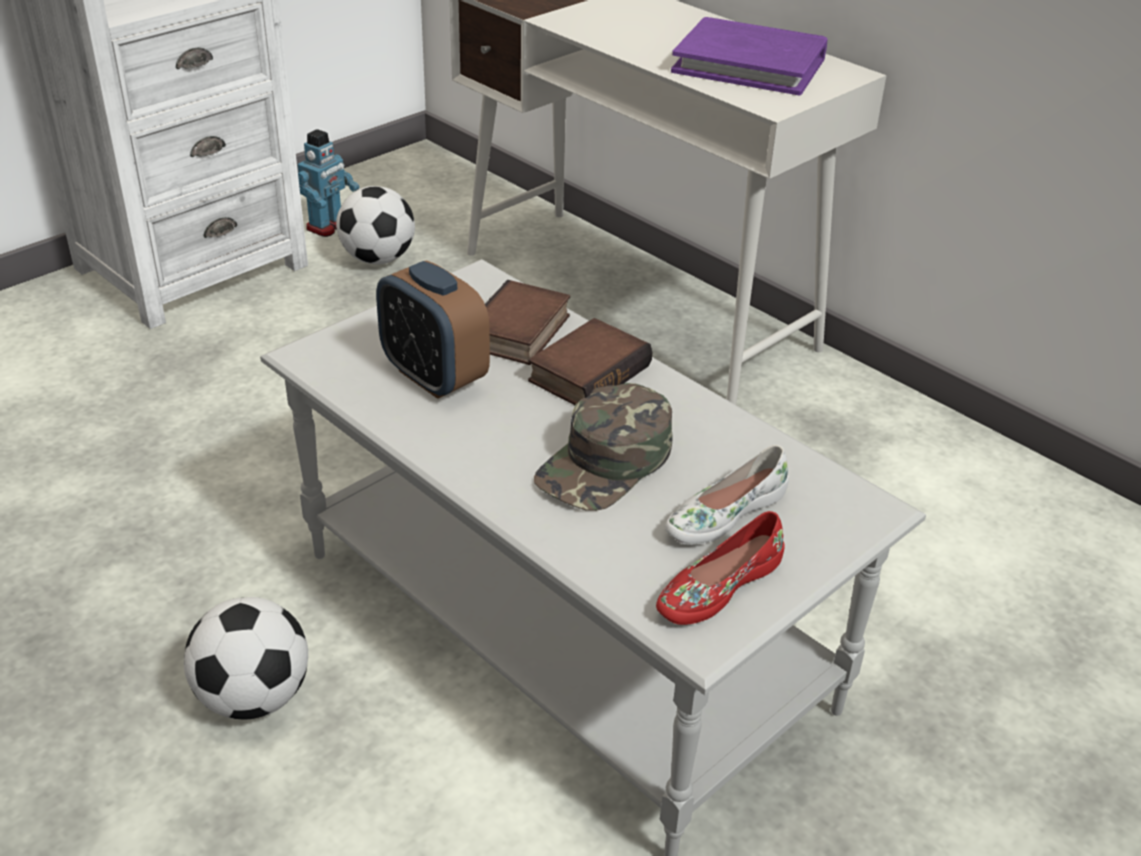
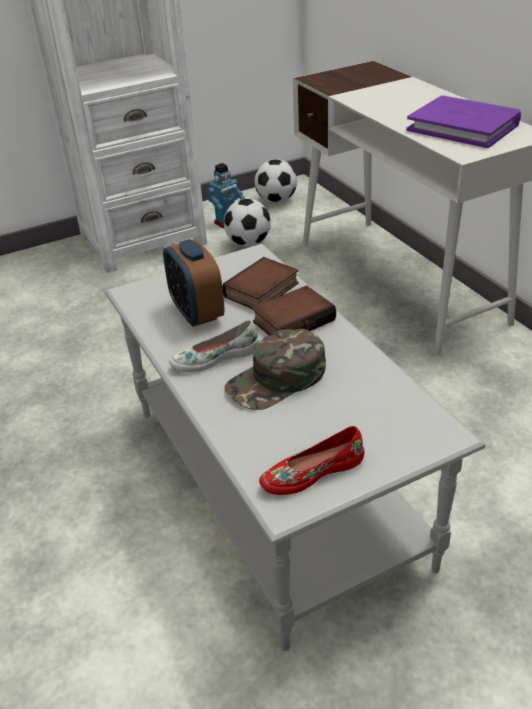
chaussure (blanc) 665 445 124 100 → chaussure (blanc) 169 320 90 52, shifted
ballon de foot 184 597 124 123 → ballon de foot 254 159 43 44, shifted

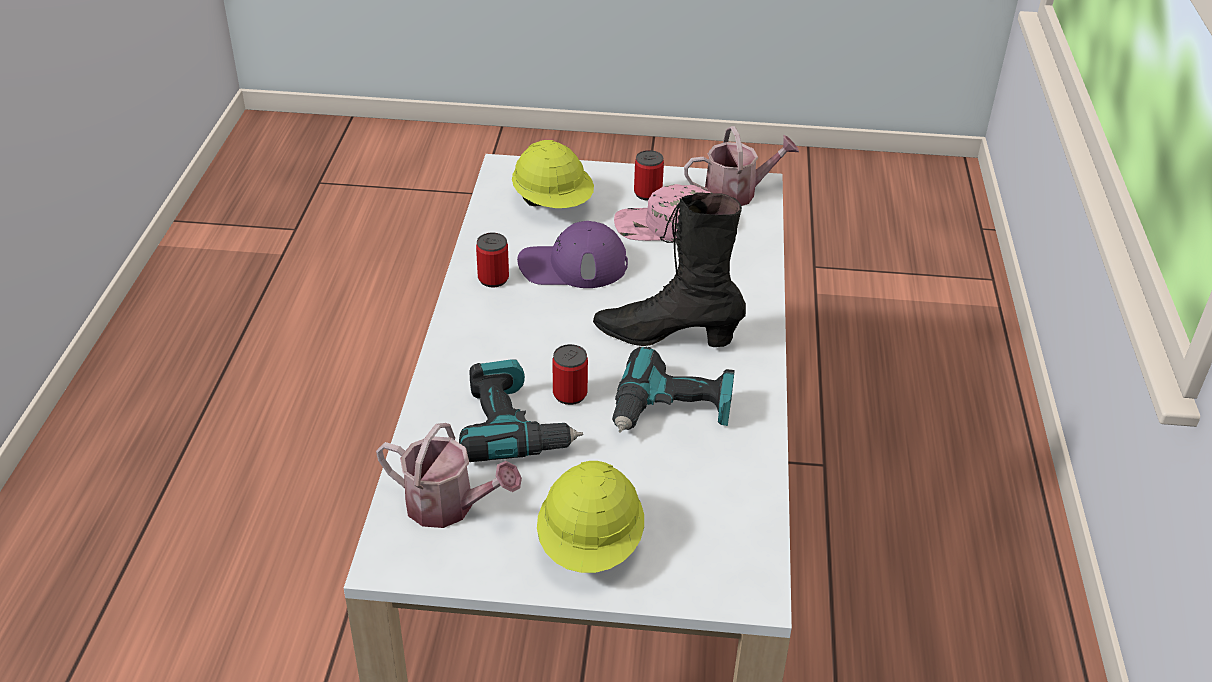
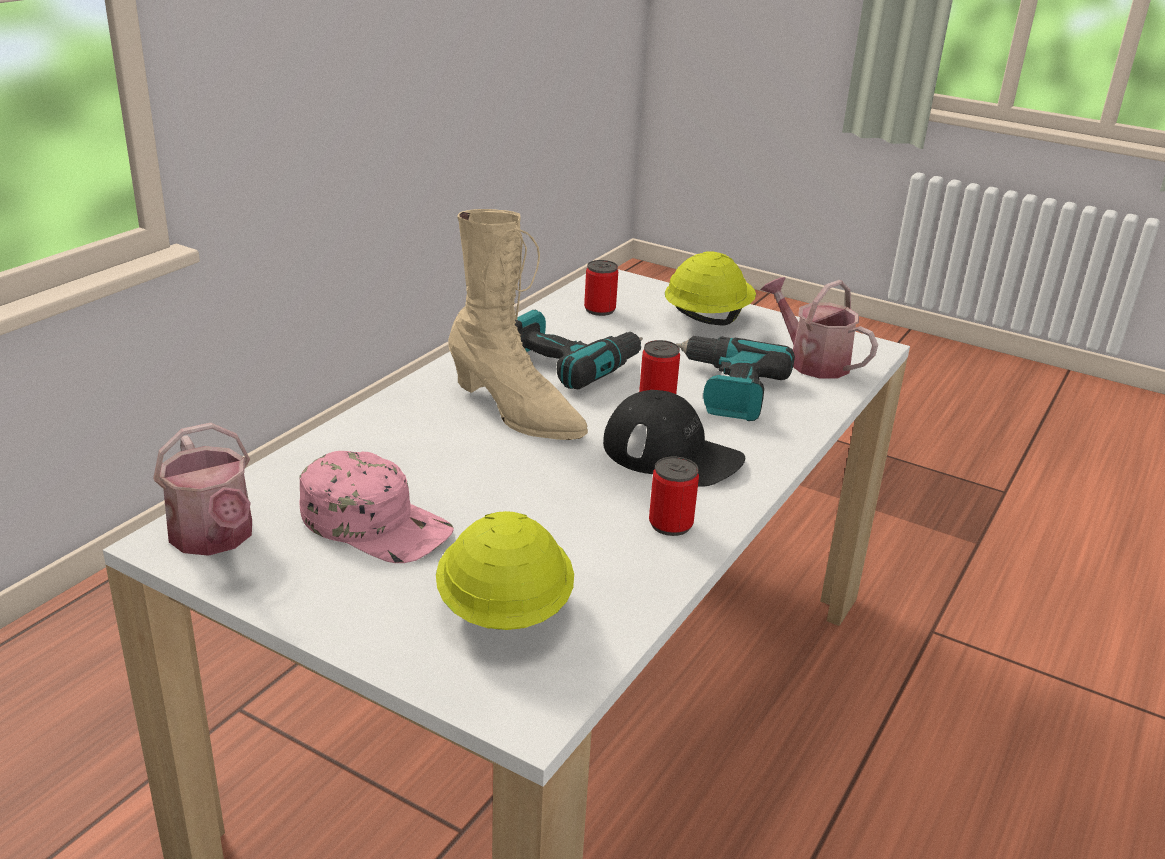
arrosoir 684 126 115 80 → arrosoir 153 423 99 133, 135 degrees counterclockwise
botte (noir) 593 193 153 154 → botte (beige) 448 209 140 231
boîte métallique 634 150 30 51 → boîte métallique 584 260 34 56, shifted
- → casquette (noir) 603 390 142 97
casquette (violet) 517 221 111 67 → -

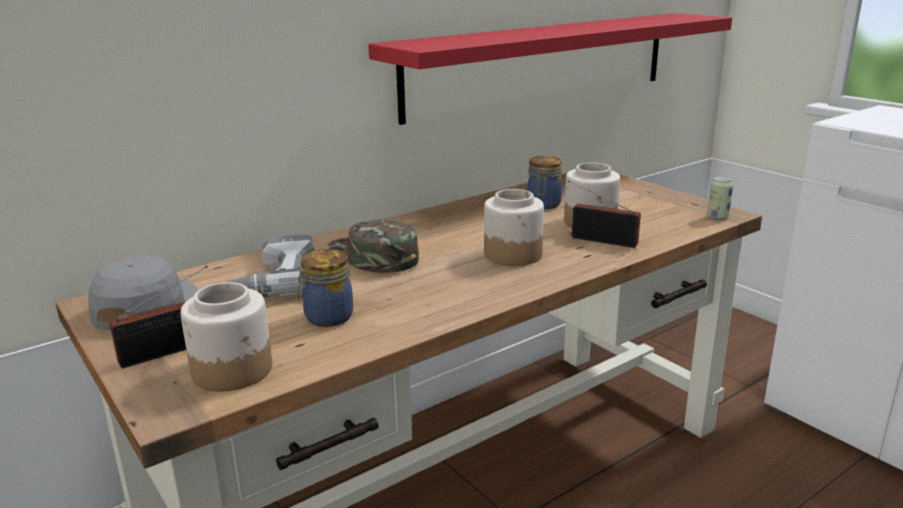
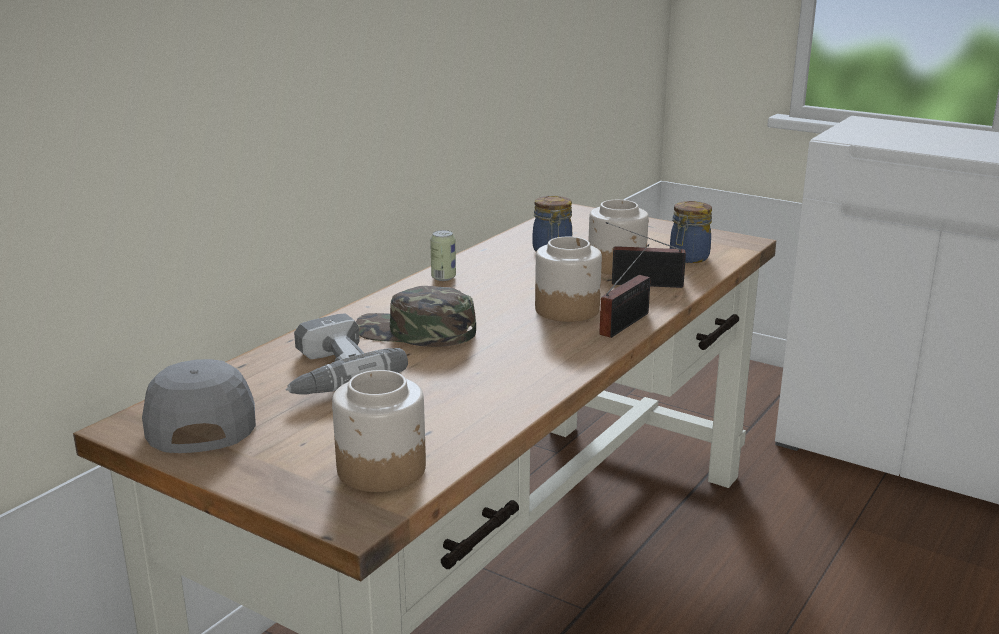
boîte métallique 707 176 26 44 → boîte métallique 430 230 26 51, shifted
radio 110 266 98 102 → radio 599 244 52 94, shifted
bocal 296 249 57 78 → bocal 670 201 42 62, shifted
étagère (rouge) 368 13 364 112 → -

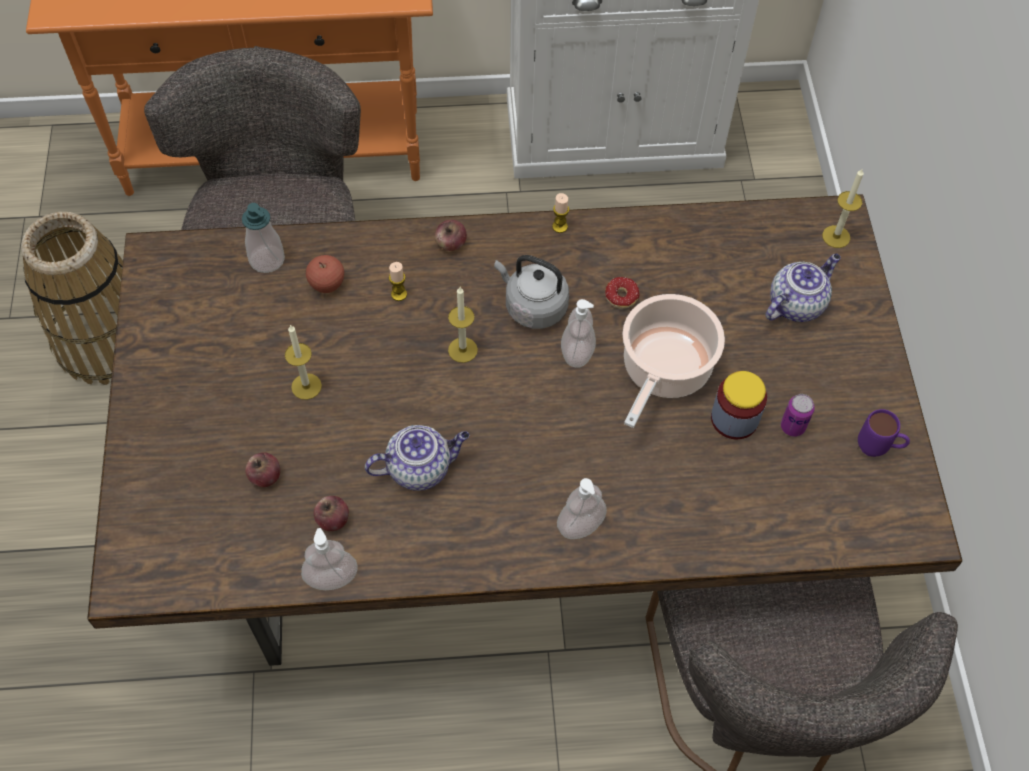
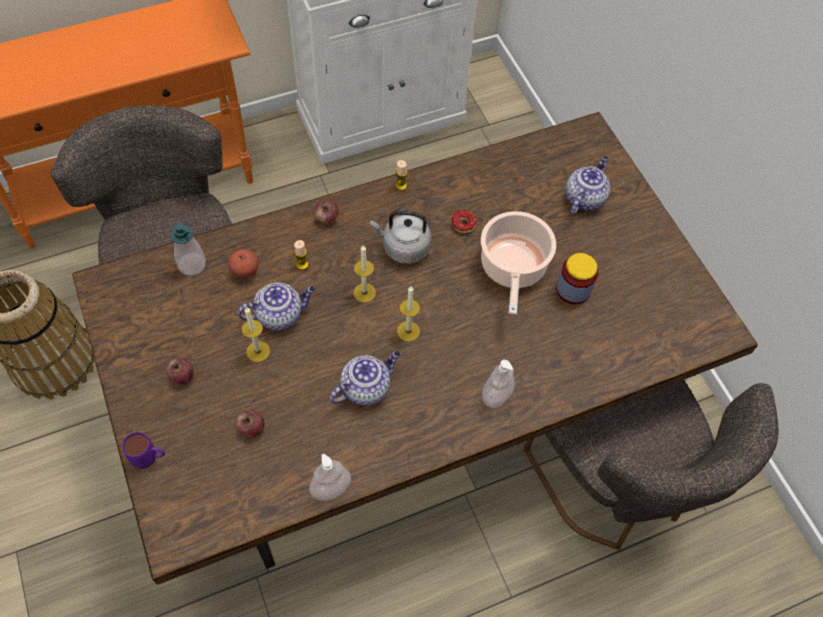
mug (violet) 858 409 52 48 → mug (violet) 122 432 43 37, shifted
pomme 314 496 35 35 → pomme 166 358 27 26, shifted
- → théière 238 283 77 48
bougie 822 168 42 80 → bougie 397 286 23 56, shifted
distributeur de savon 561 299 35 68 → -
boîte métallique 781 394 34 43 → -

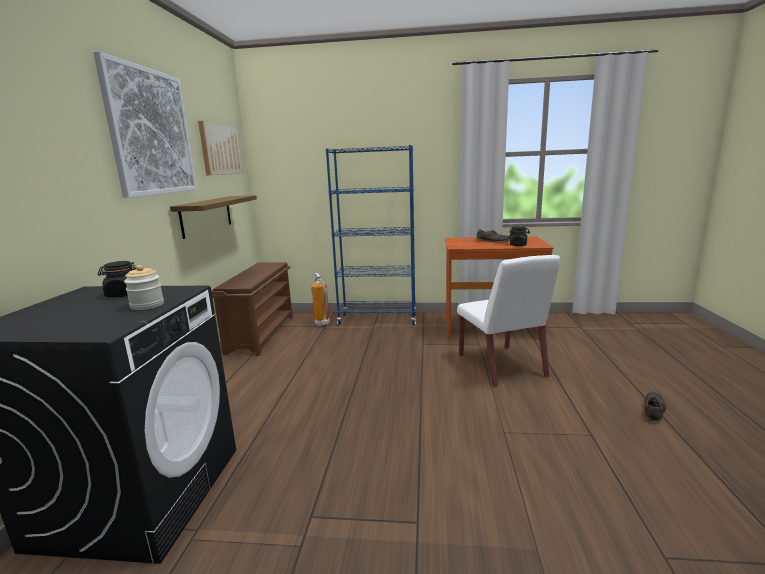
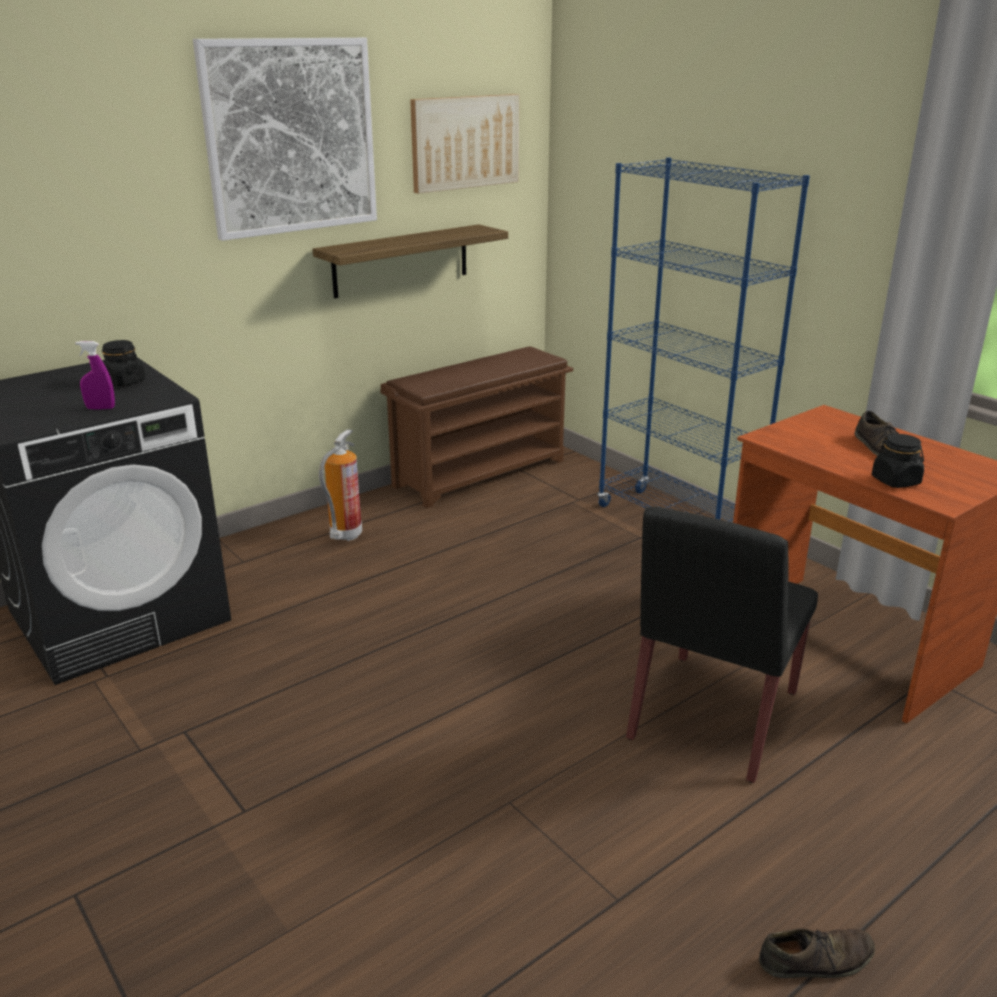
bocal 124 265 40 45 → vaporisateur (violet) 76 341 39 69
extincteur 311 273 19 53 → extincteur 319 429 43 112, shifted
chaise (blanc) 457 255 103 133 → chaise (noir) 626 507 192 276

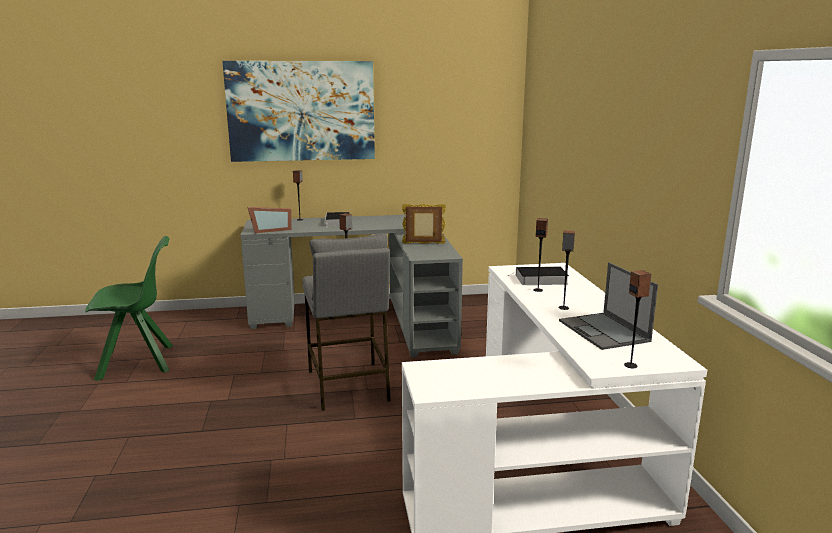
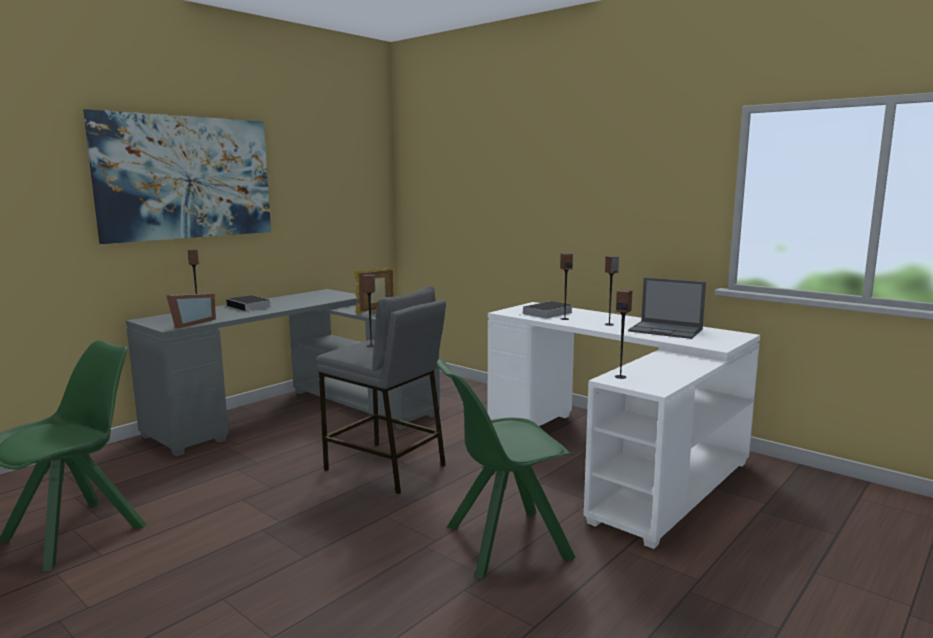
- → chaise (vert) 436 359 140 220
enceinte 624 270 28 98 → enceinte 615 290 17 89, shifted

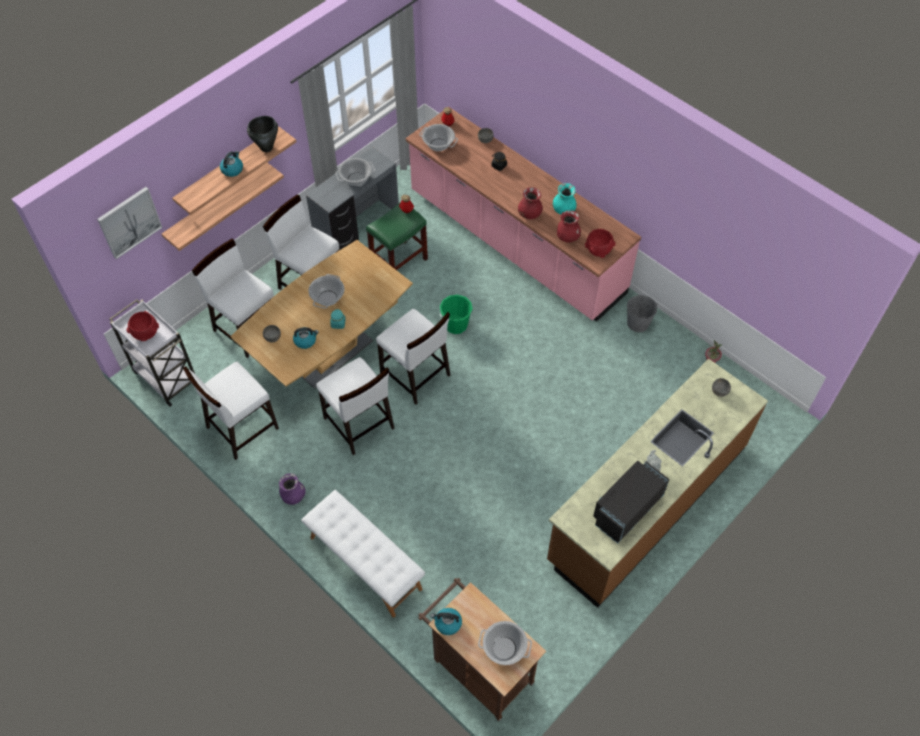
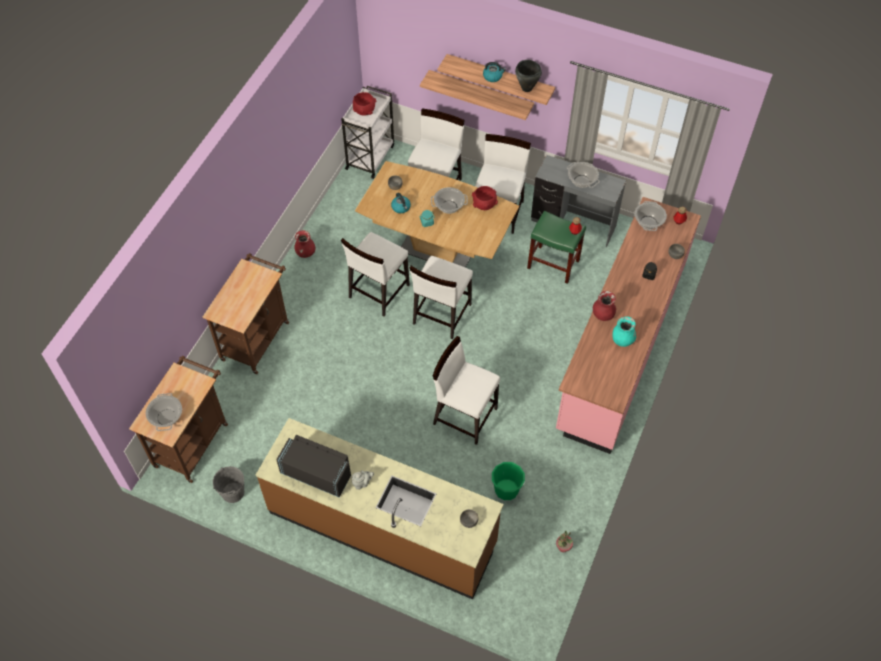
banc (blanc) 301 490 124 127 → chariot (marron) 203 253 86 121
seau (gris) 627 295 30 37 → seau (gris) 213 466 31 37, shifted
vase (rouge) 557 210 24 33 → vase (rouge) 294 230 21 28, shifted
chaise (blanc) 183 362 96 98 → chaise (blanc) 433 336 67 109, shifted
bol (rouge) 585 229 31 29 → bol (rouge) 471 186 27 24, shifted
seau (vert) 440 295 33 39 → seau (vert) 492 462 33 38, shifted
tableau 97 187 65 72 → -
vase (violet) 279 473 27 32 → -
bouilloire 431 608 31 27 → -

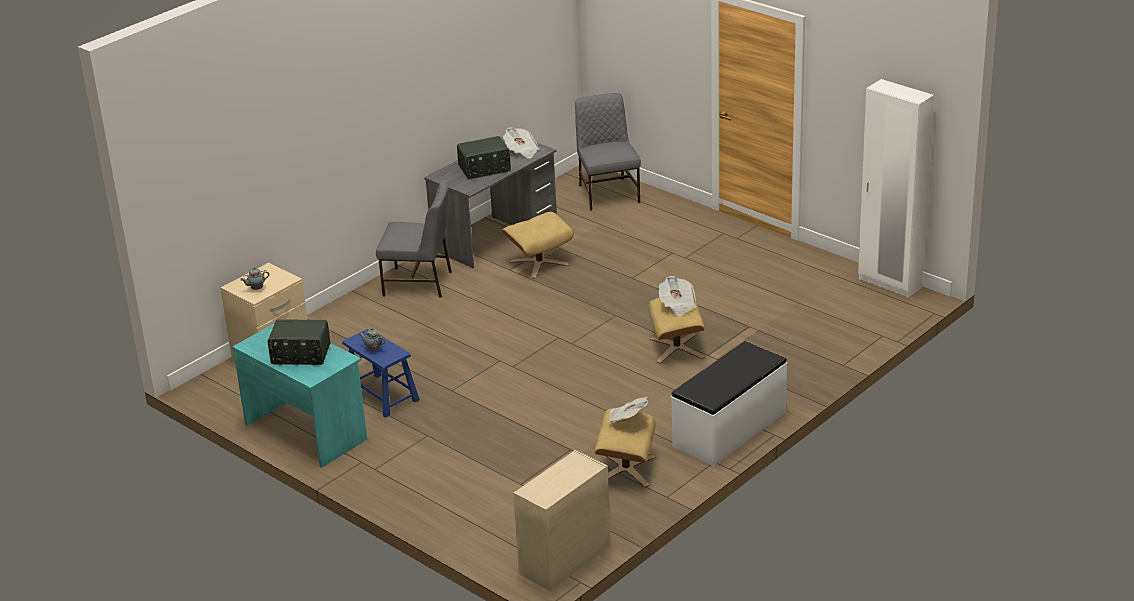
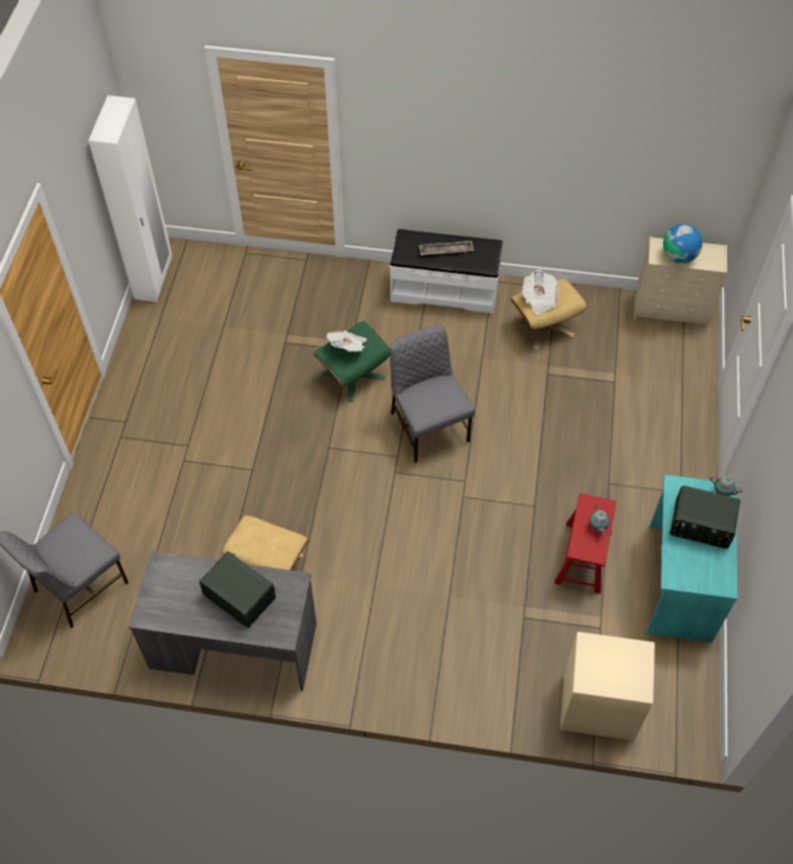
pouf (beige) 648 298 57 66 → pouf (vert) 313 321 77 81
chaise (gris) 376 183 76 115 → chaise (gris) 390 325 85 138, shifted
- → plateau 419 241 55 14
tabouret (bleu) 342 329 78 89 → tabouret (rouge) 554 494 62 100
- → globe 663 224 39 39
radio 268 319 62 46 → radio 670 486 70 63, 135 degrees clockwise
théière 240 267 29 23 → théière 710 475 33 21, shifted
journal 503 127 37 32 → -

